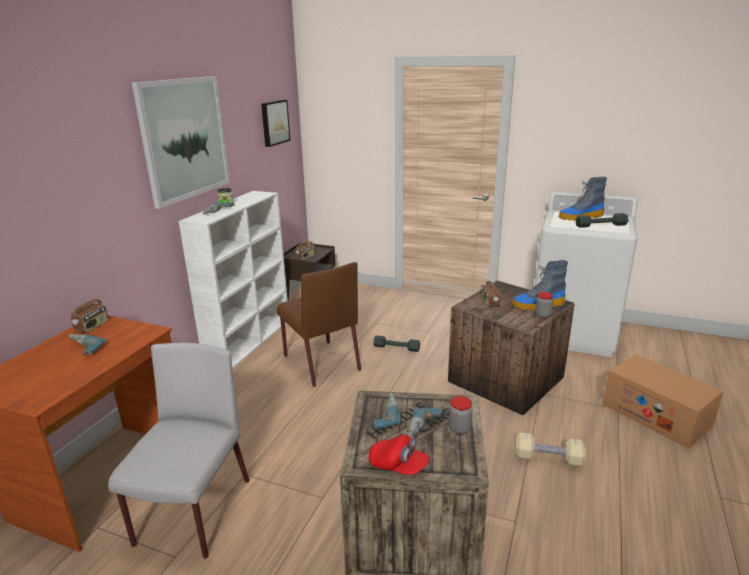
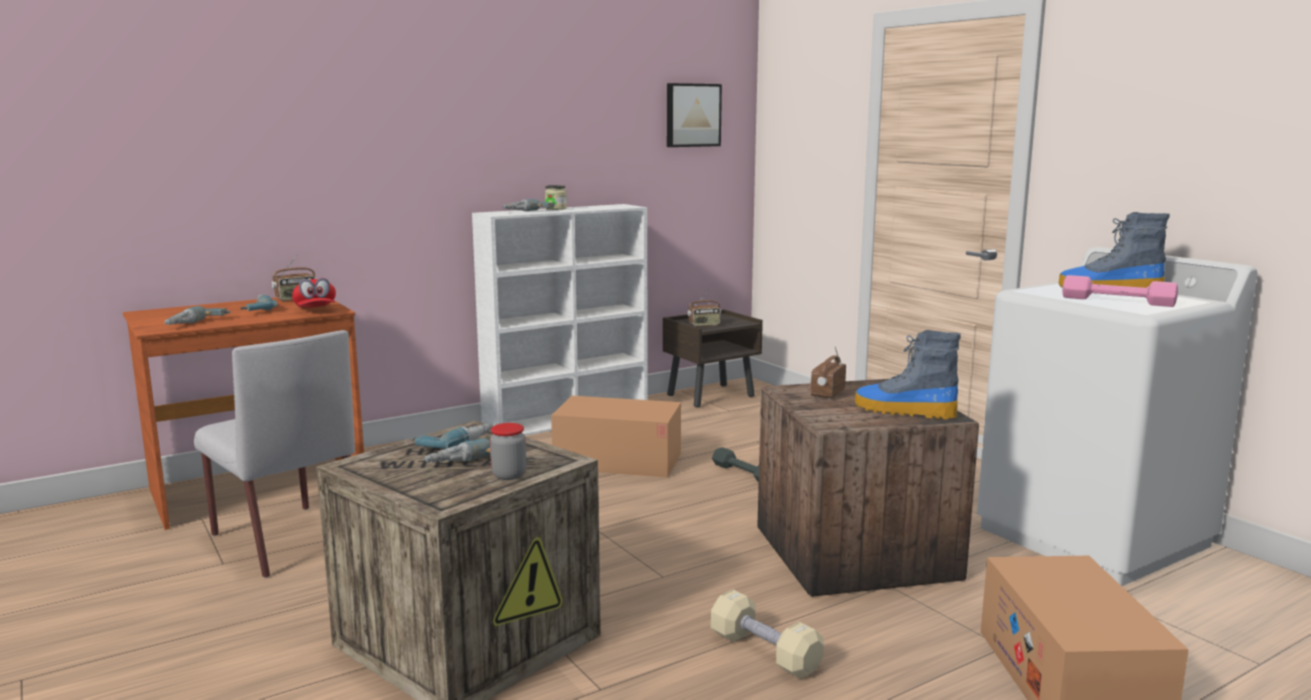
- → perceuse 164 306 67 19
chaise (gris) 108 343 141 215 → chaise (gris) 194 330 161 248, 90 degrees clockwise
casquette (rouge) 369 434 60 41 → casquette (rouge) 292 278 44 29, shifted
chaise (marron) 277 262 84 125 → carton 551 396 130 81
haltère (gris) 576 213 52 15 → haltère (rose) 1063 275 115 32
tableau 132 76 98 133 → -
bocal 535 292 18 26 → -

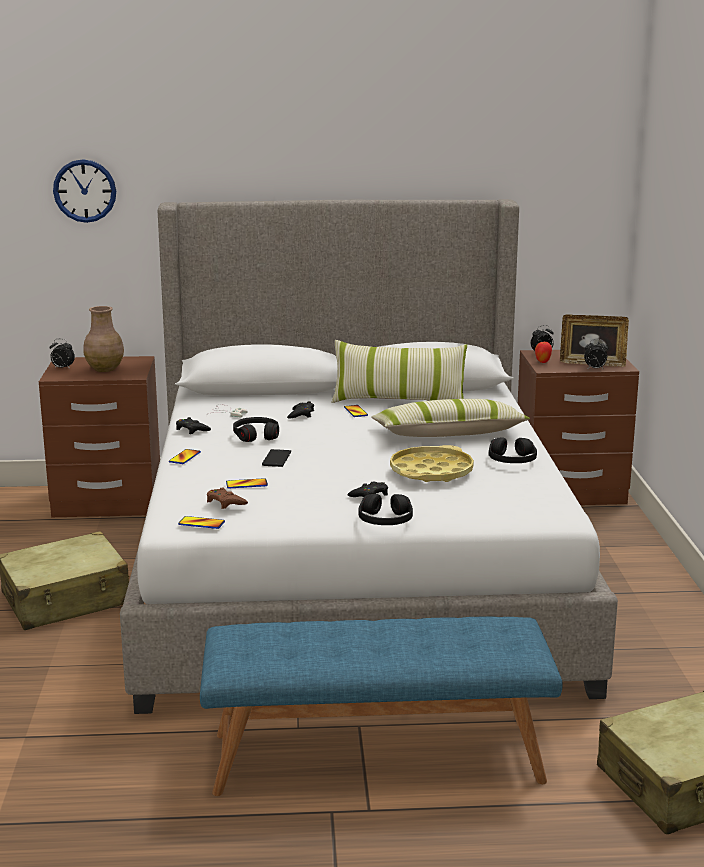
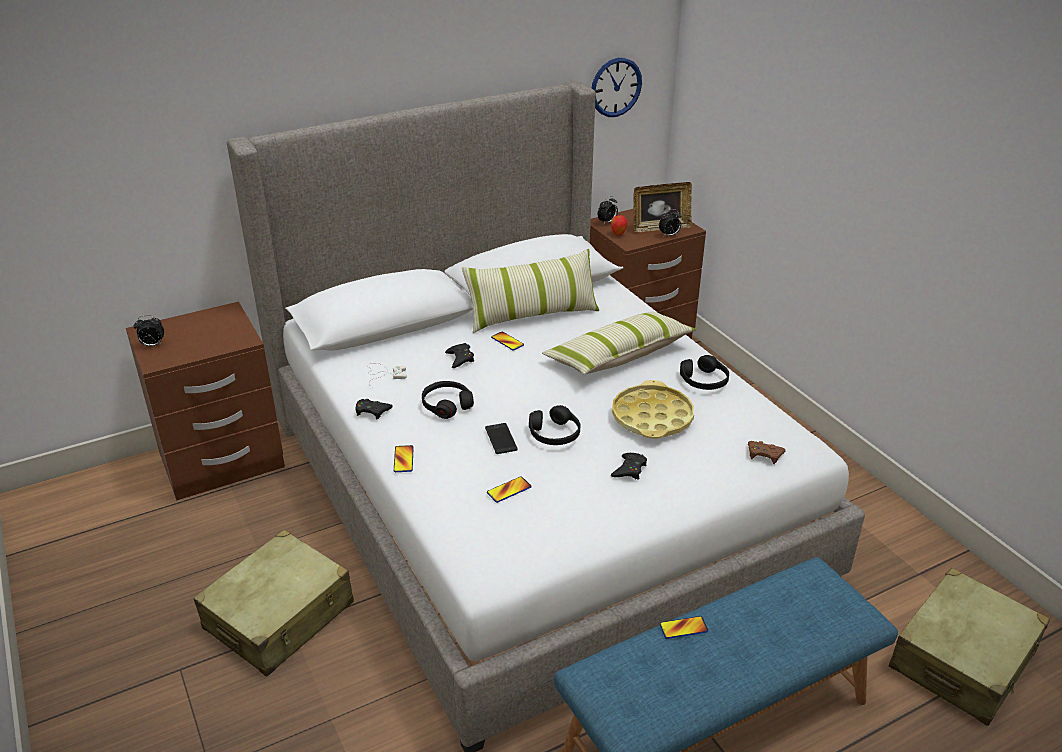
casque audio (noir) 359 494 54 31 → casque audio (noir) 529 405 51 40, shifted
horloge murale 53 159 63 64 → horloge murale 592 58 50 59, shifted
téléphone 178 516 47 13 → téléphone 660 616 48 23, shifted
manette (marron) 207 487 41 22 → manette (marron) 748 441 38 23, shifted
vase (marron) 83 306 41 66 → -

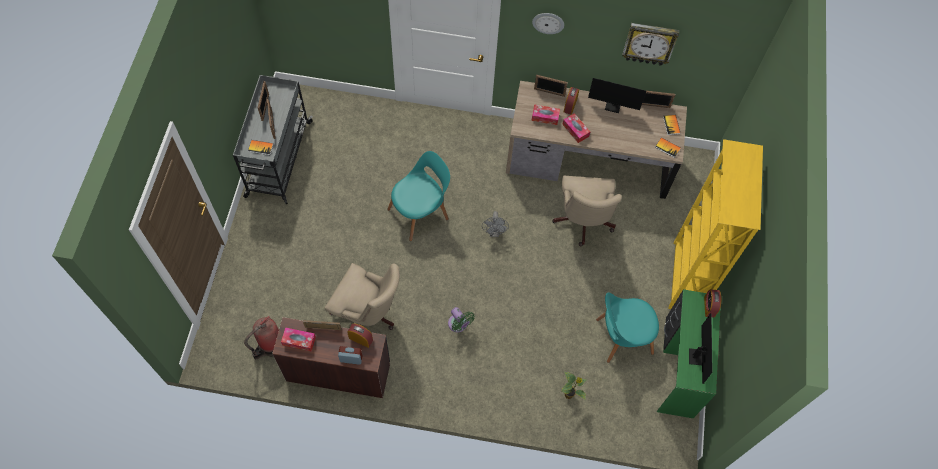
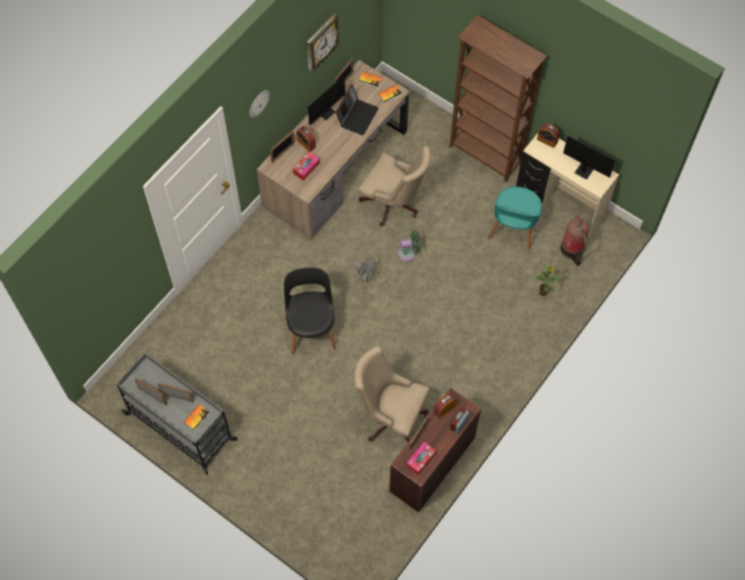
chaise (turquoise) 387 151 63 90 → chaise (noir) 284 268 52 86
- → ordinateur portable 336 84 43 52
chaise de bureau (beige) 324 263 76 67 → chaise de bureau (beige) 354 346 76 96, 120 degrees counterclockwise
ventilateur (vert) 448 307 27 25 → ventilateur (vert) 398 230 22 32, shifted
bibliothèque (jaune) 668 139 95 170 → bibliothèque (marron) 449 15 98 167
bureau (vert) 657 289 64 129 → bureau (beige) 516 133 103 104
extincteur 244 316 35 43 → extincteur 560 213 29 53, shifted
boîte à mouchoirs 562 113 28 30 → -

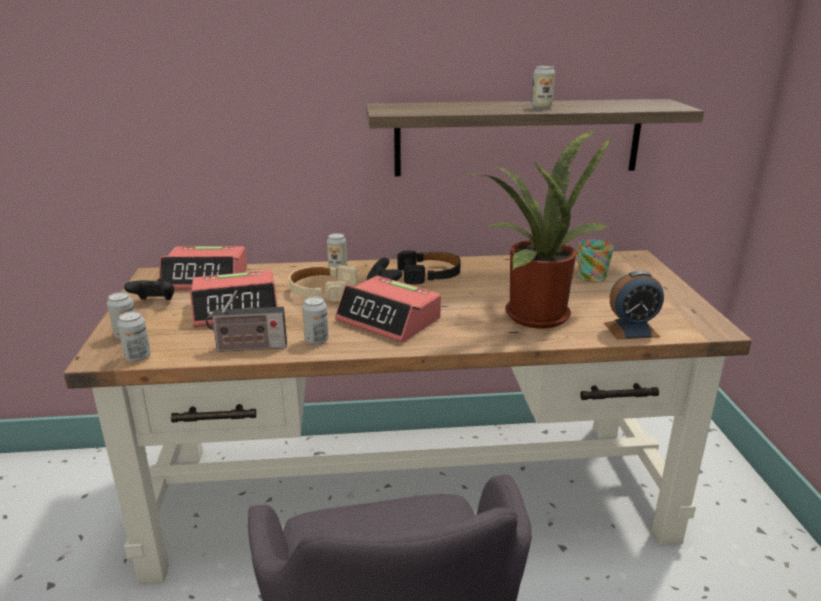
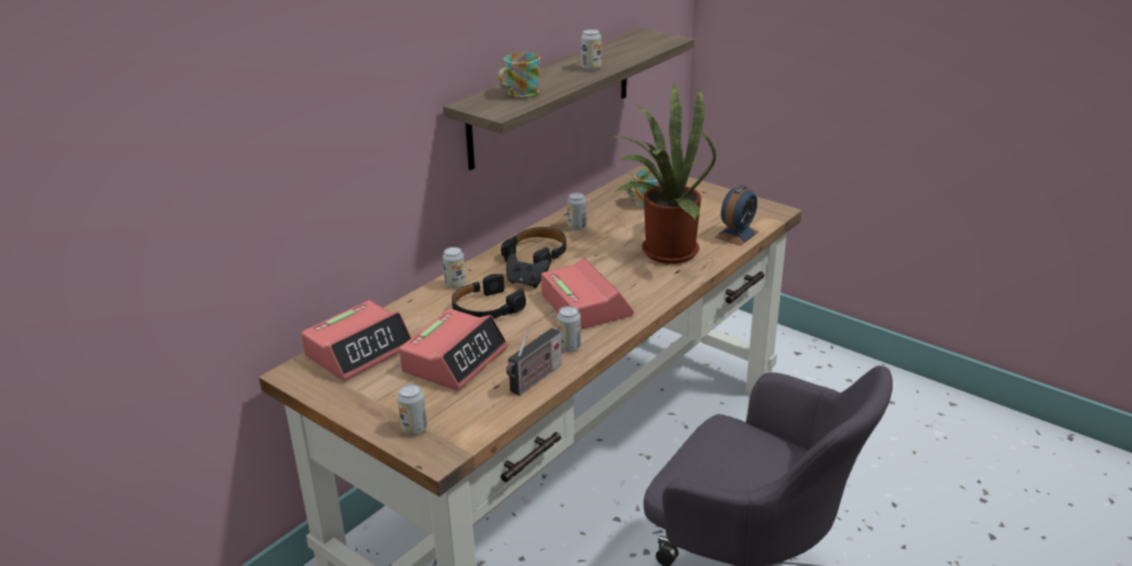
casque audio (beige) 289 265 69 37 → casque audio (noir) 452 274 74 45
- → mug 497 53 43 45
réveil 335 276 106 67 → réveil 541 257 93 72, 105 degrees counterclockwise
boîte métallique 117 311 34 51 → boîte métallique 567 193 20 38, shifted
manette (noir) 124 279 50 21 → -

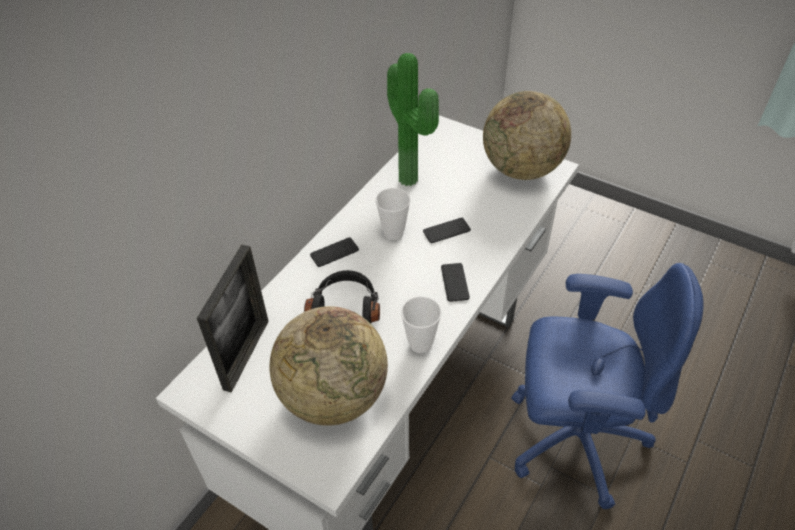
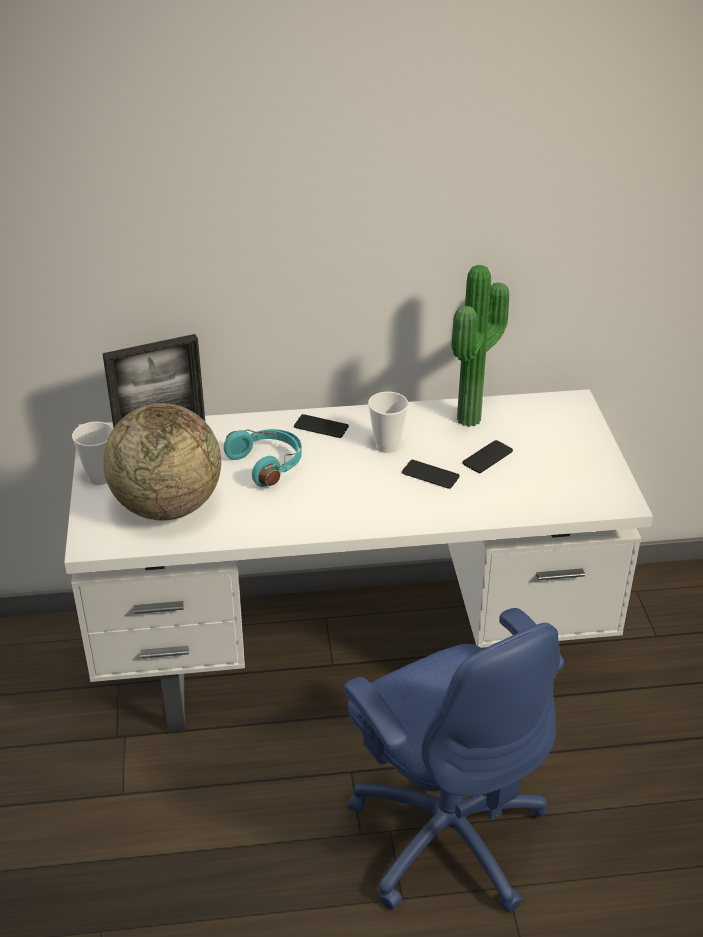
tasse 401 296 41 57 → tasse 72 422 41 63, shifted
casque audio (noir) 304 270 76 54 → casque audio (turquoise) 224 429 78 58
téléphone 441 263 29 39 → téléphone 463 440 50 33, shifted
globe 483 91 88 89 → -

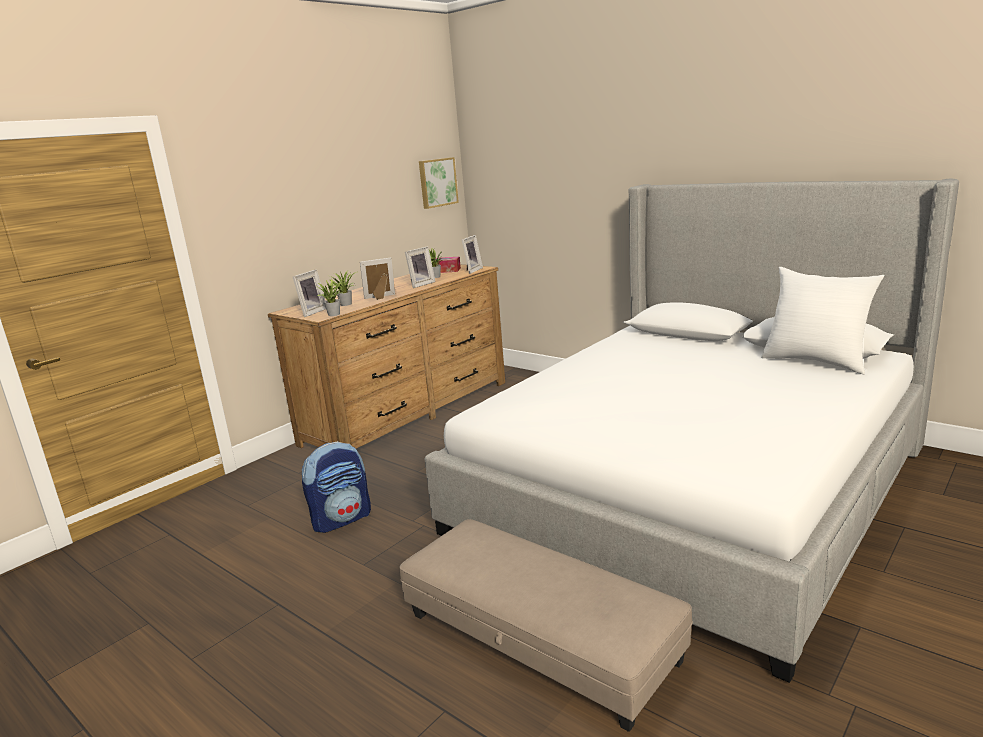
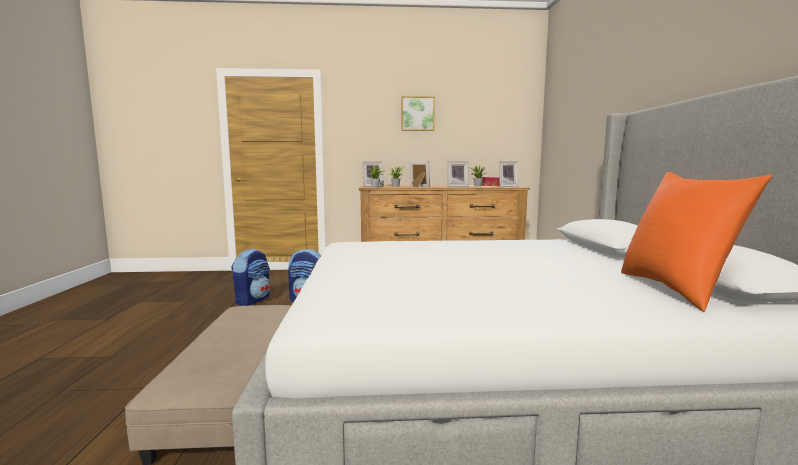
- → sac à dos 231 248 39 58
tableau 419 157 40 52 → tableau 402 96 33 35, shifted
coussin (blanc) 761 267 123 108 → coussin (orange) 621 172 151 140

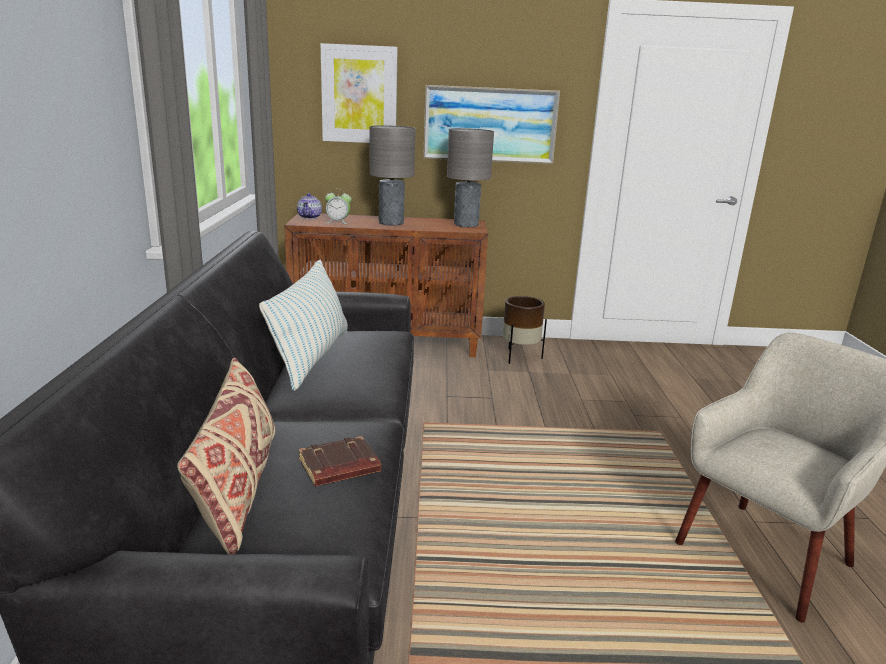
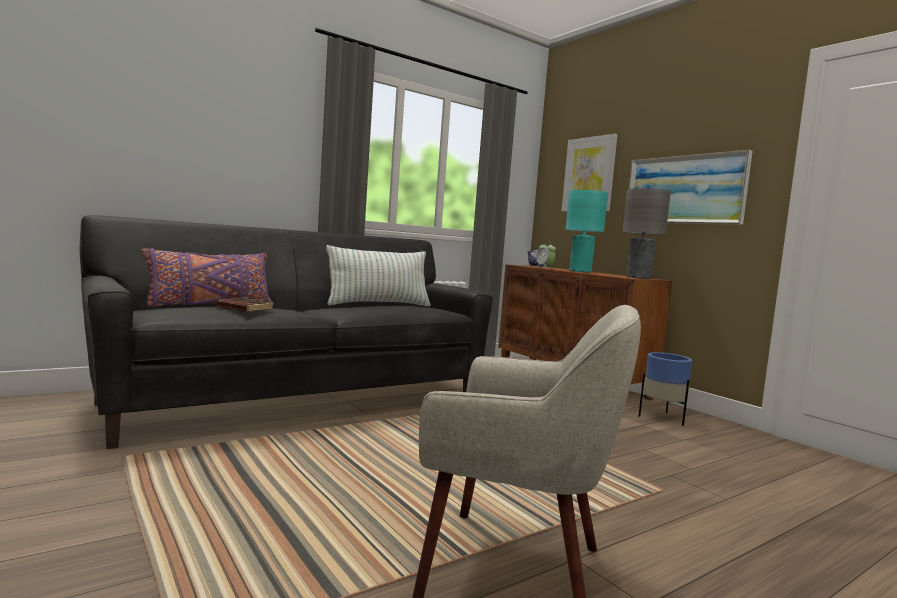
coussin (beige) 177 358 98 196 → coussin (violet) 141 248 131 60
lampe de table (gris) 370 125 46 101 → lampe de table (turquoise) 566 190 42 83
cache-pot (marron) 502 296 45 68 → cache-pot (bleu) 639 352 53 74

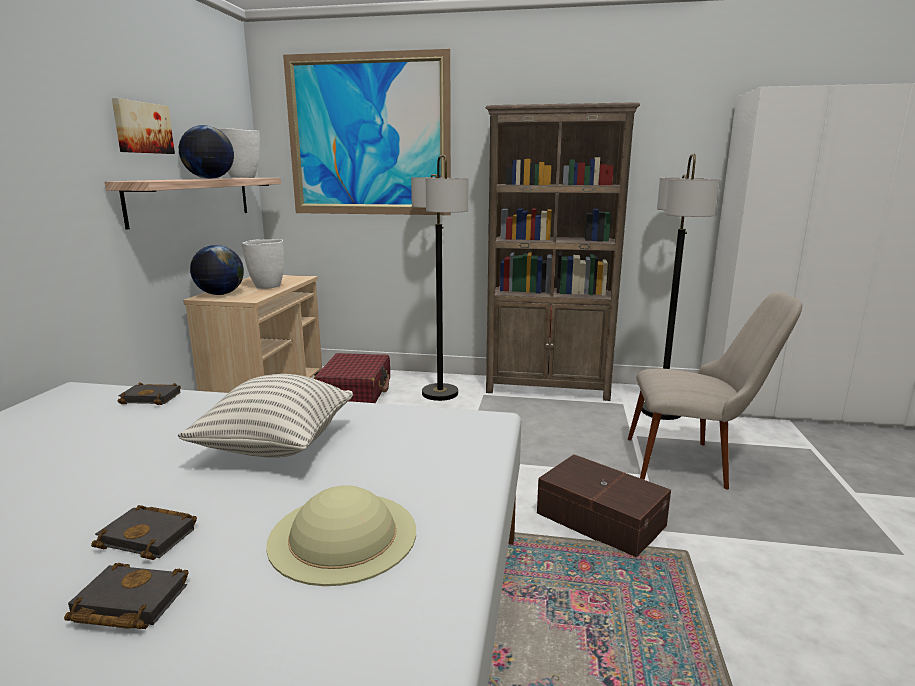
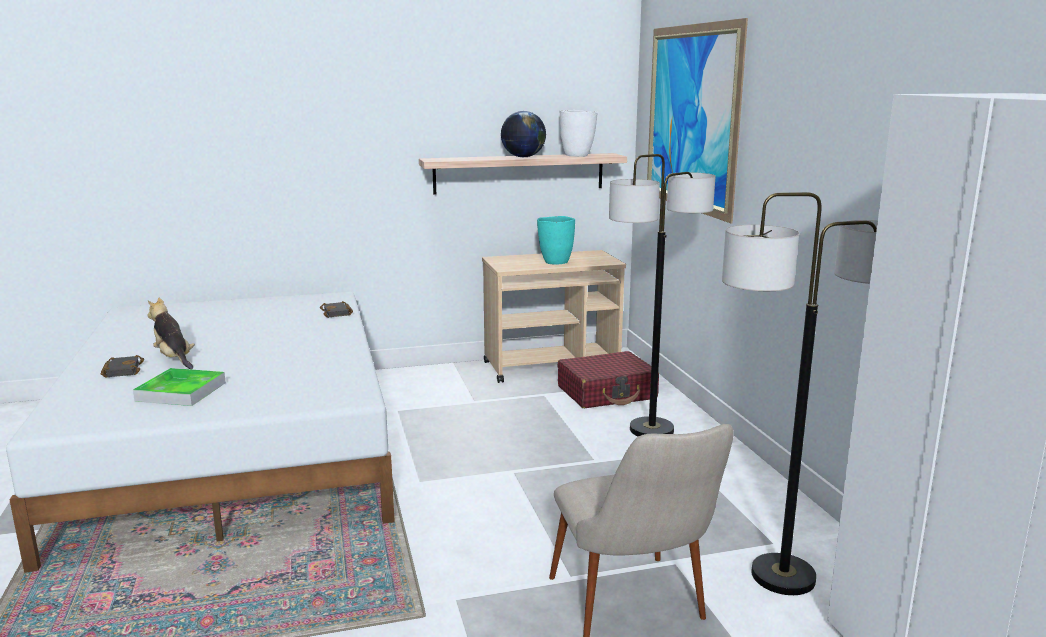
chapeau (beige) 266 485 150 101 → plateau 133 368 93 38
livre (noir) 91 505 106 55 → peluche 147 297 48 72
vase (blanc) 242 239 42 50 → vase (turquoise) 537 216 38 49
tableau 112 98 63 56 → -
coussin 178 374 175 84 → -
globe 190 245 54 50 → -
bibliothèque (marron) 486 102 154 299 → -
boîte de rangement (marron) 537 454 134 103 → -

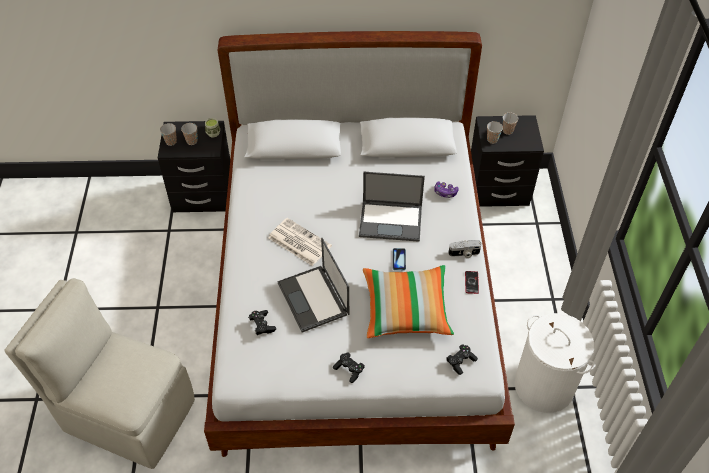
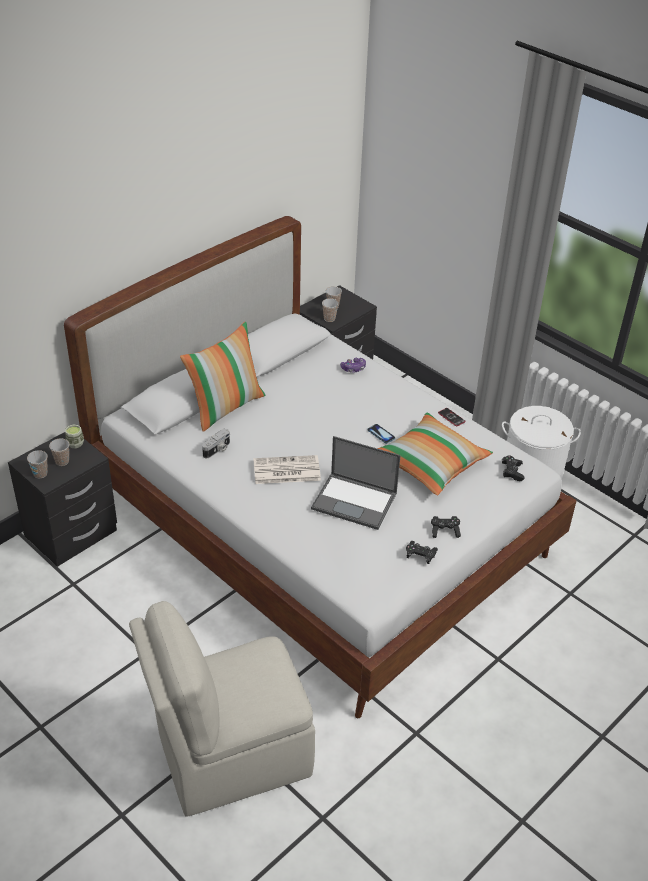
- → coussin 180 322 85 110
appareil photo 448 240 33 18 → appareil photo 202 429 28 29, shifted
manette (noir) 248 310 28 25 → manette (noir) 406 541 32 23, shifted
ordinateur portable 359 172 66 70 → -

